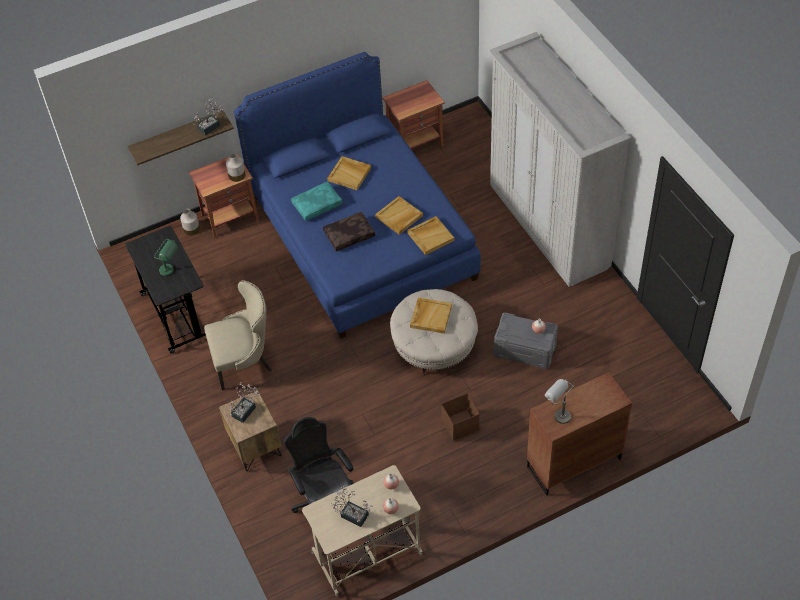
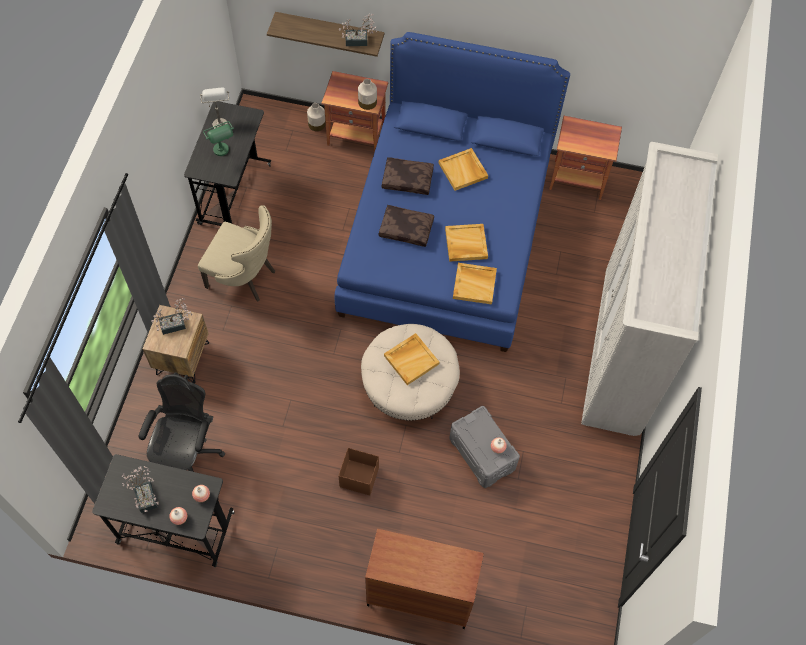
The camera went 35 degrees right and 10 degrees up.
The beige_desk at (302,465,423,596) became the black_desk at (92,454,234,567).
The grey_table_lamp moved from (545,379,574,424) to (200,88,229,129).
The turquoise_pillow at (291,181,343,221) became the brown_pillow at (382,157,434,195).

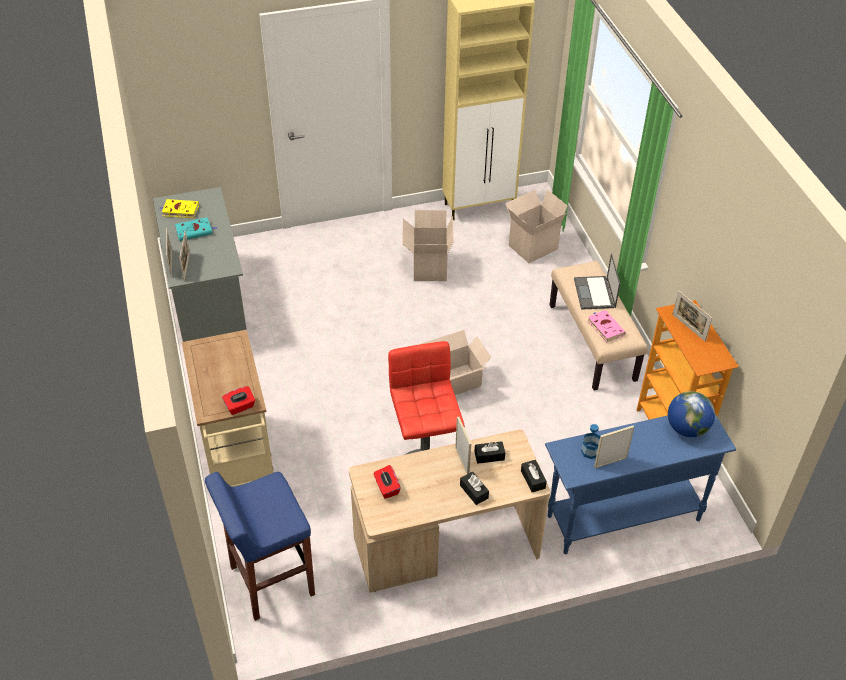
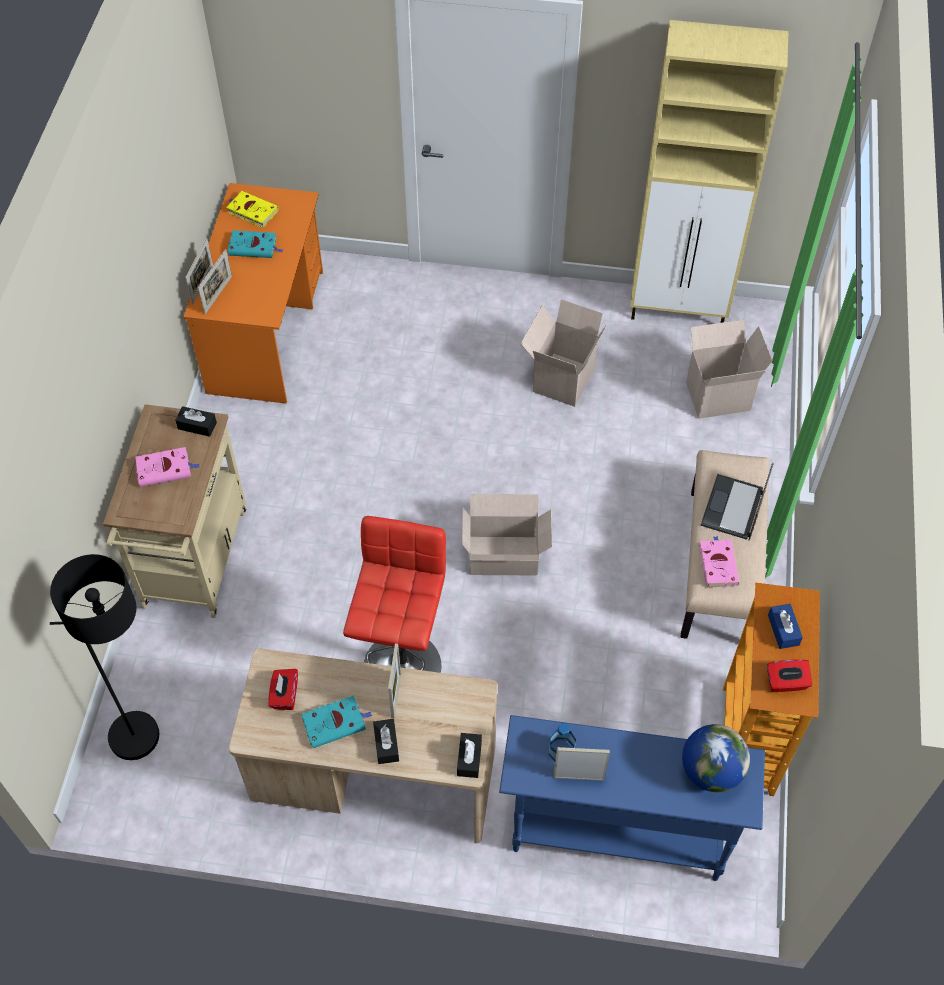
The camera went 25 degrees right and 10 degrees up.
The blue_stool at (205,472,315,621) was replaced by the black_floor_lamp at (50,554,159,760).
The pink_book at (135,447,200,487) appeared.
The black_tissue_box moved from (474,441,505,464) to (175,406,217,437).
The grey_desk at (153,187,247,342) became the orange_desk at (184,183,323,404).
The turquoise_book at (301,695,373,748) appeared.
The red_tissue_box moved from (222,386,255,415) to (767,659,812,692).
The picture_frame at (672,291,712,342) was replaced by the blue_tissue_box at (768,604,803,649).

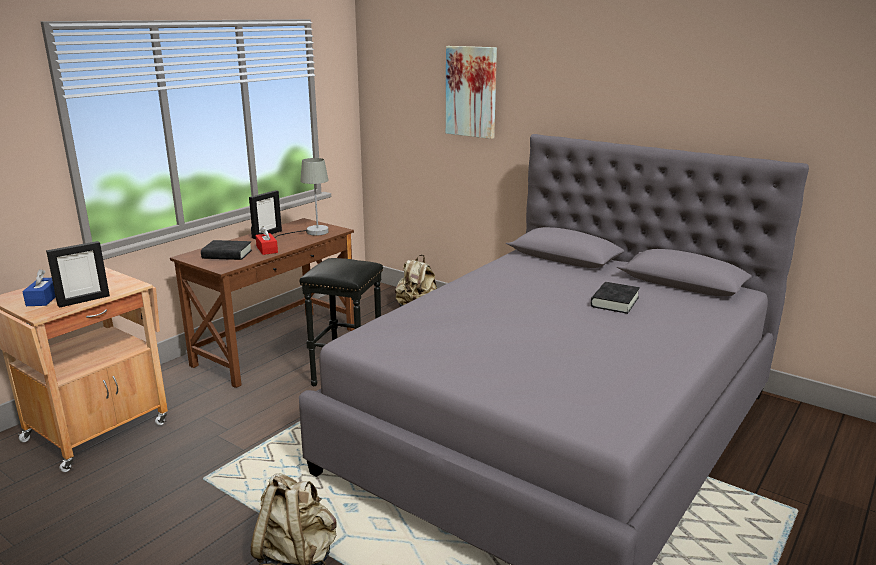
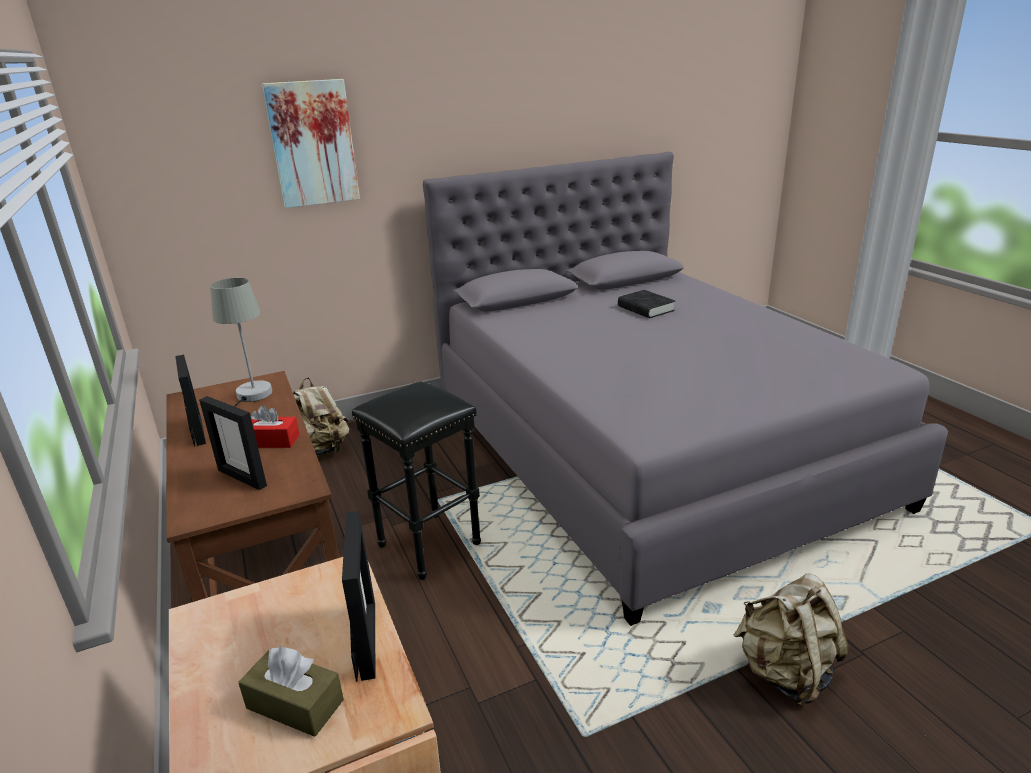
The camera went 60 degrees left and 5 degrees up.
The black_book at (201,240,252,260) was replaced by the picture_frame at (199,396,267,490).
The blue_tissue_box at (22,269,55,306) became the brown_tissue_box at (238,647,344,737).

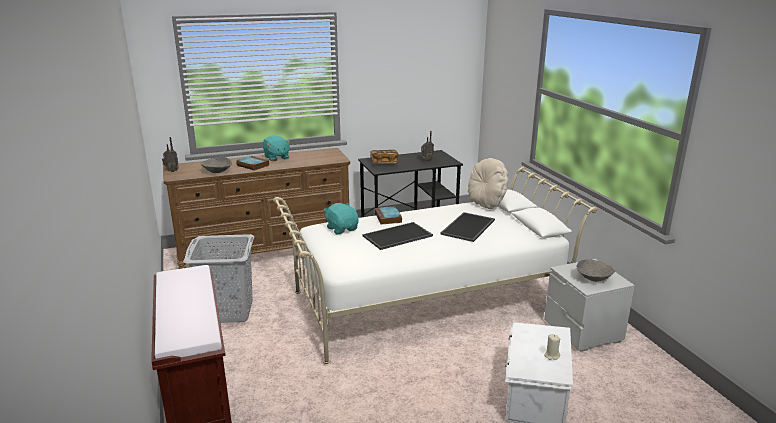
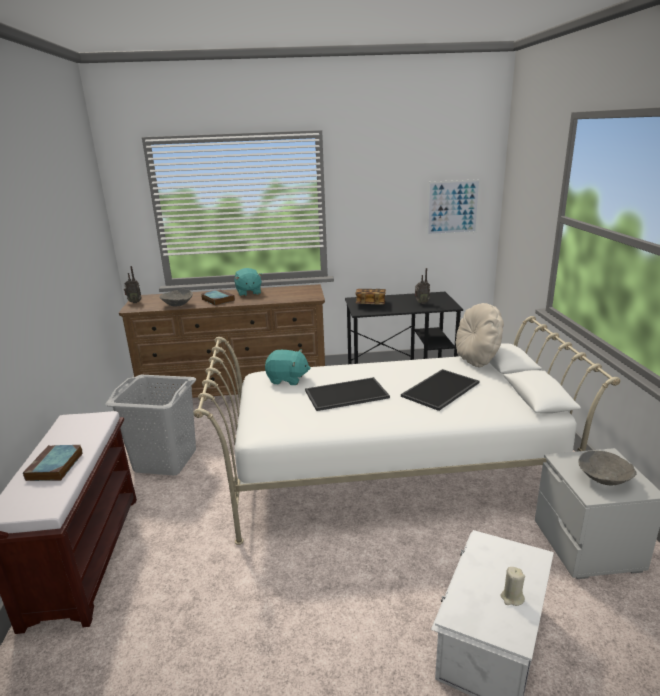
The camera went 15 degrees right and 0 degrees up.
The book moved from (375,206,402,225) to (23,445,83,481).
The turquoise_plush_toy at (324,203,359,234) turned 120 degrees clockwise.
The picture at (426,179,481,236) appeared.

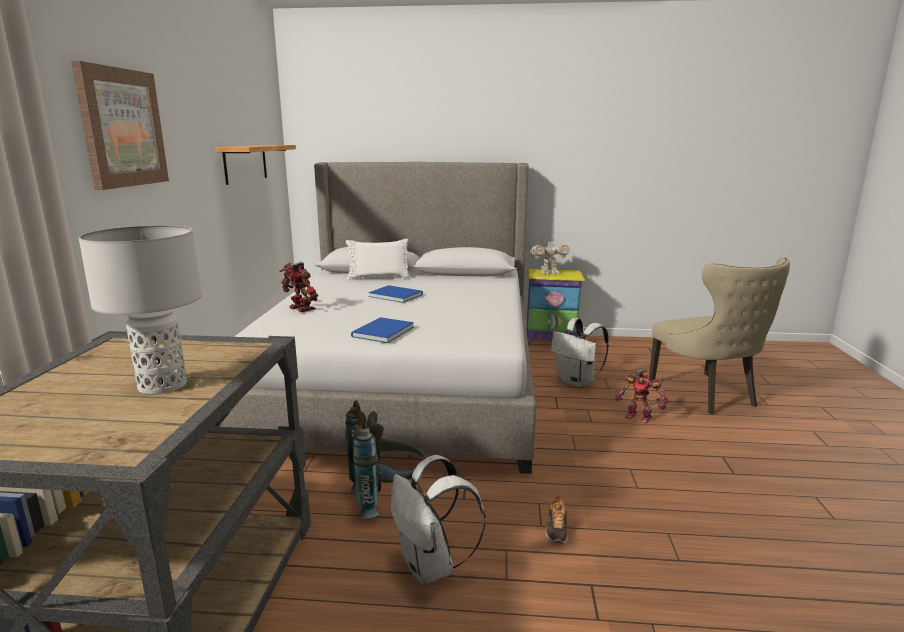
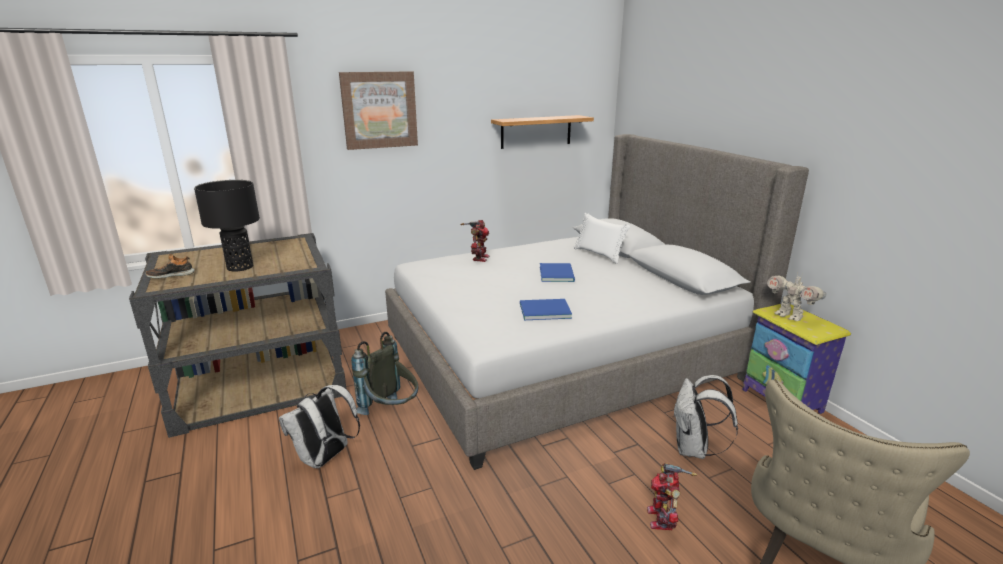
The camera went 60 degrees right and 5 degrees up.
The shoe moved from (545,496,568,544) to (145,254,195,279).
The white_table_lamp at (79,225,202,394) became the black_table_lamp at (194,180,260,271).
The blue_book moved from (351,317,414,343) to (520,299,572,320).

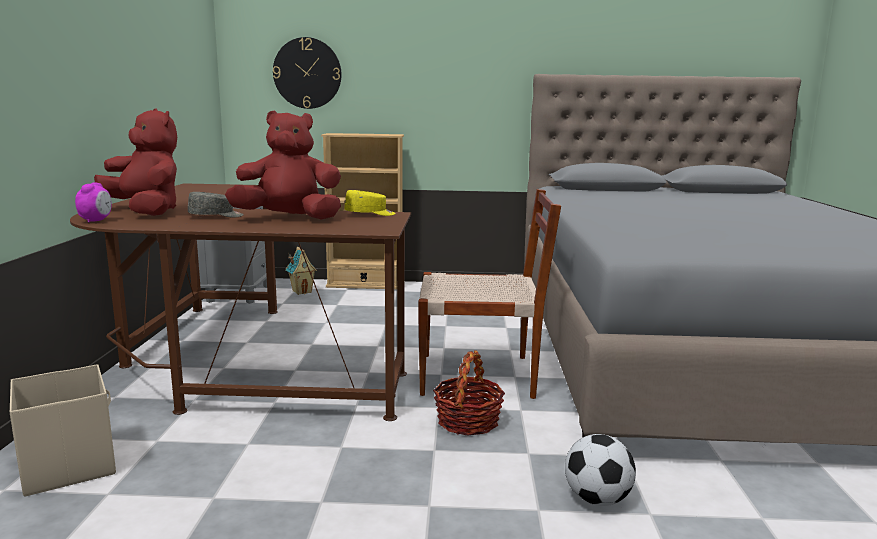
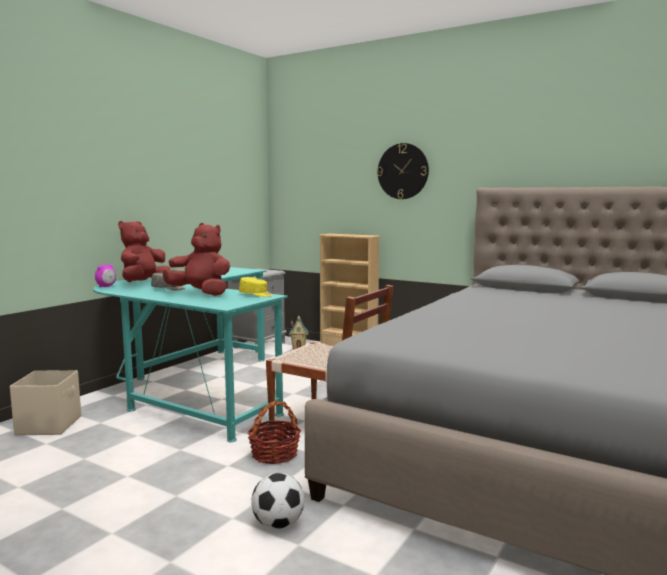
The camera went 30 degrees right and 5 degrees down.
The brown_desk at (70,183,411,421) became the turquoise_desk at (93,267,288,442).
The red_plush_toy at (94,108,177,216) turned 135 degrees counterclockwise.
The wall_clock moved from (273,37,341,109) to (377,143,429,199).

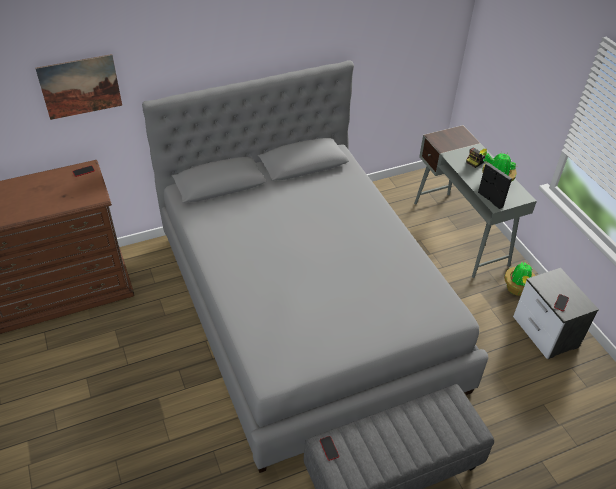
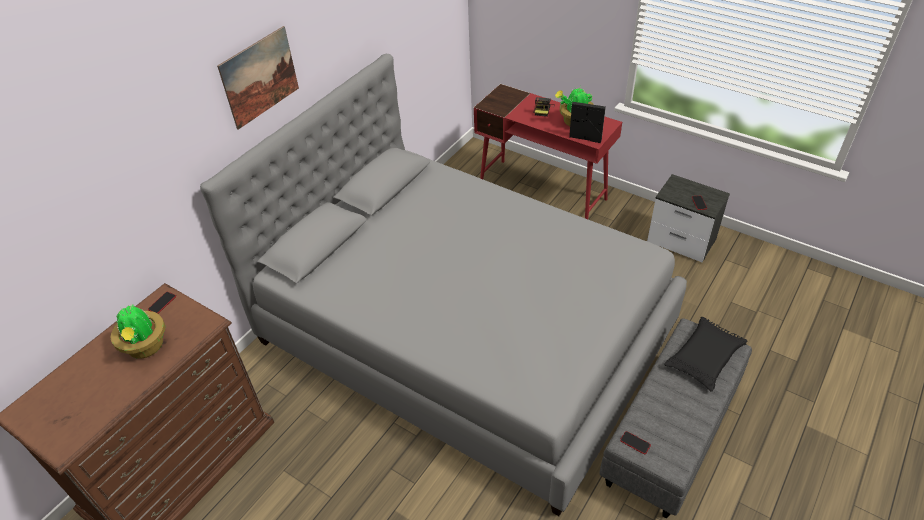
The camera went 30 degrees left and 0 degrees up.
The potted_plant moved from (504,262,535,296) to (111,305,165,359).
The picture moved from (35,54,122,120) to (217,26,299,130).
The grey_desk at (414,125,537,278) became the red_desk at (474,84,622,219).
The black_pillow at (664,317,748,392) appeared.

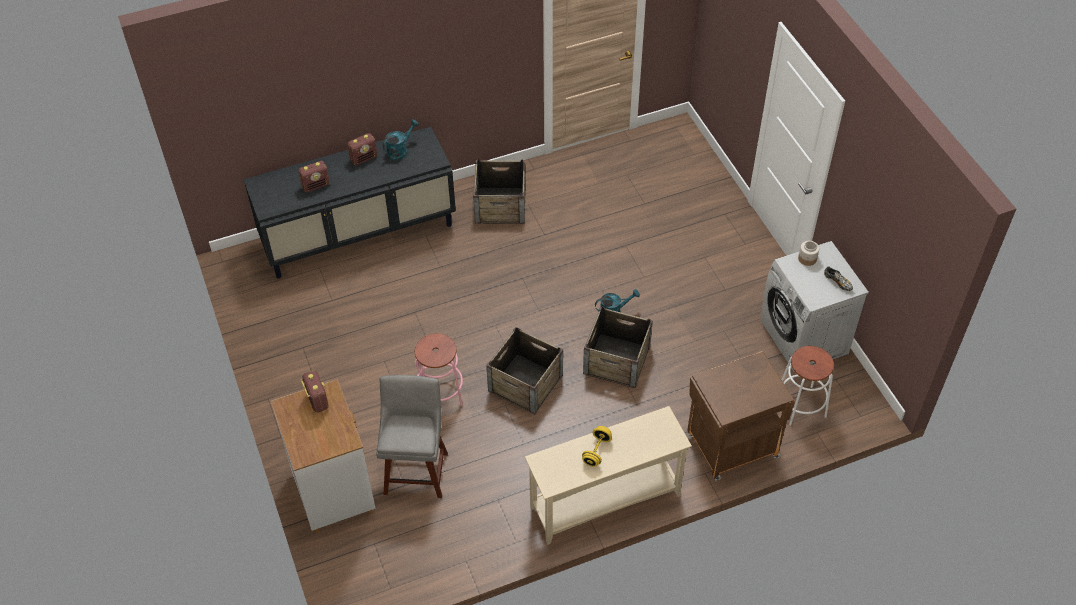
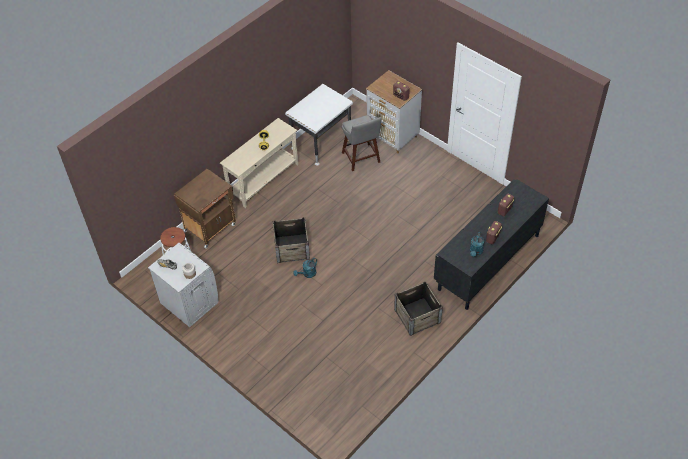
The camera went 155 degrees right and 0 degrees up.
The white_desk at (285,84,353,166) appeared.
The pink_stool at (415,334,463,406) disappeared.
The crate at (486,327,563,414) disappeared.

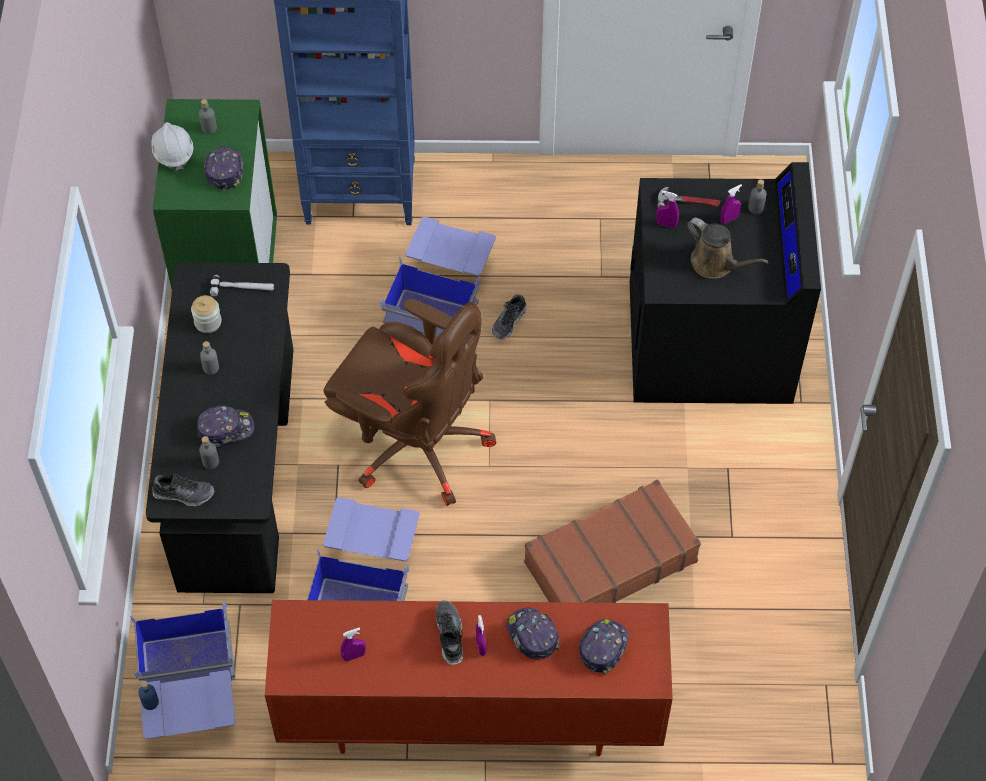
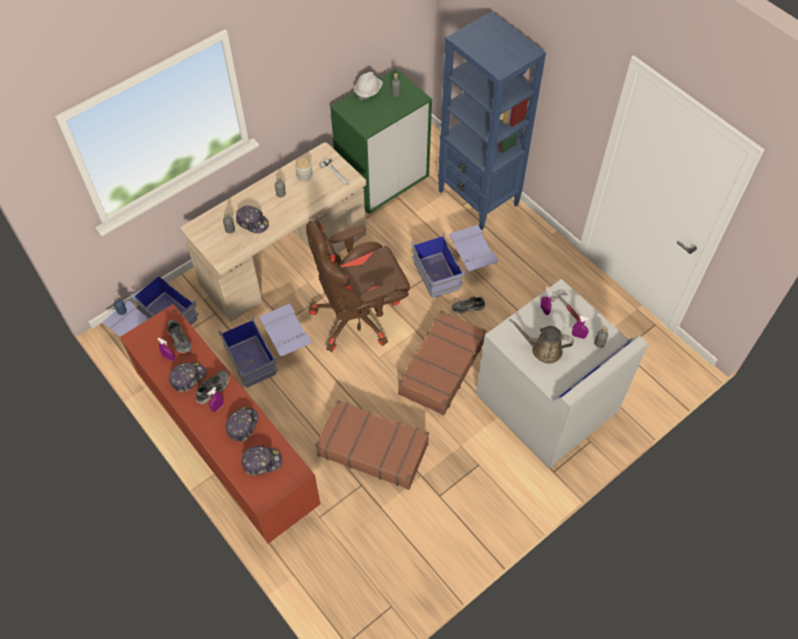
The camera went 50 degrees right and 0 degrees up.
The shoe moved from (152,473,214,506) to (167,320,192,353).
The cap moved from (204,146,244,190) to (169,362,207,393).
The black_desk at (146,262,293,593) became the beige_desk at (181,142,366,321).
The brown_office_chair at (323,299,496,506) turned 75 degrees clockwise.
The brown_suitcase at (398,311,486,415) appeared.
The black_washing_machine at (630,162,821,404) became the white_washing_machine at (476,279,649,468).
The brown_watering_can at (687,218,769,279) turned 105 degrees clockwise.

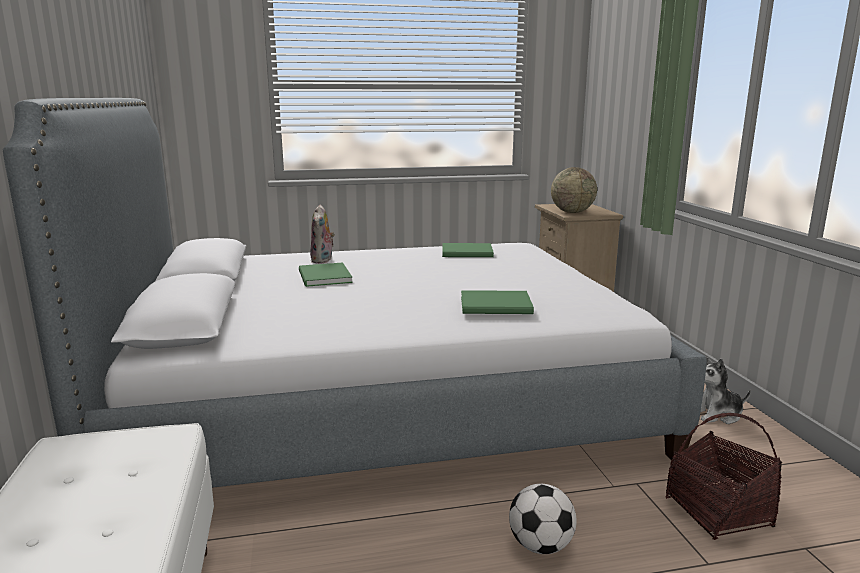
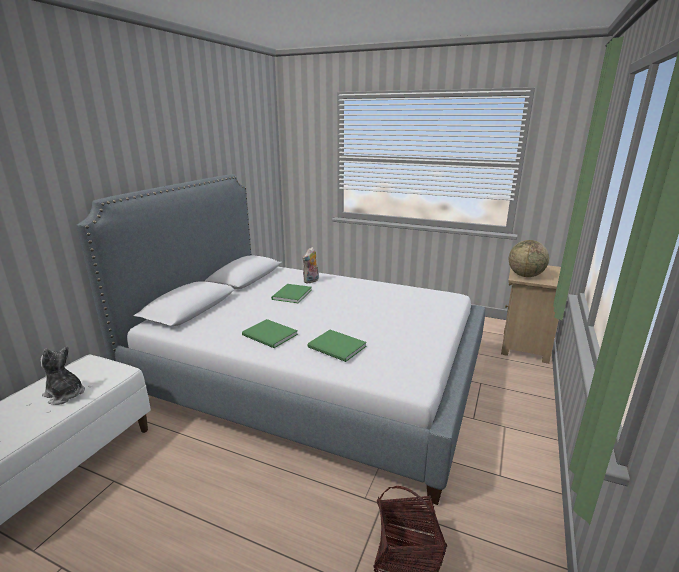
The camera went 35 degrees right and 5 degrees up.
The plush_toy moved from (701,357,751,424) to (41,346,85,405).
The green_book moved from (442,243,494,257) to (242,319,298,348).
The football at (509,484,577,554) disappeared.

